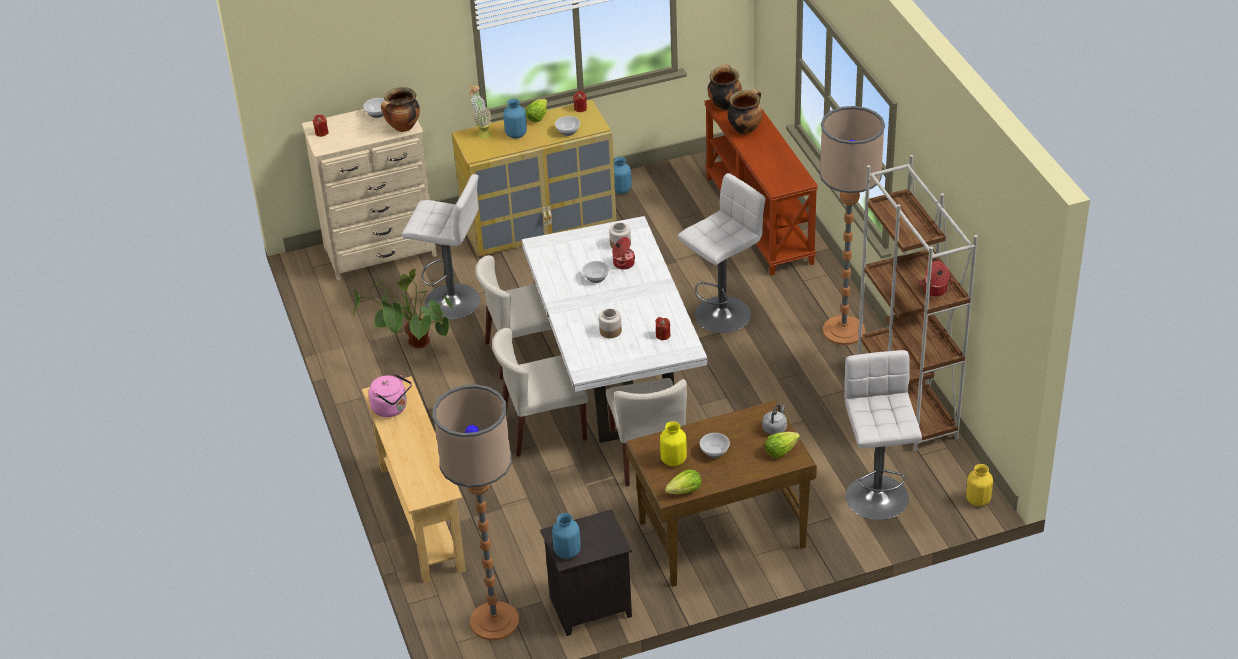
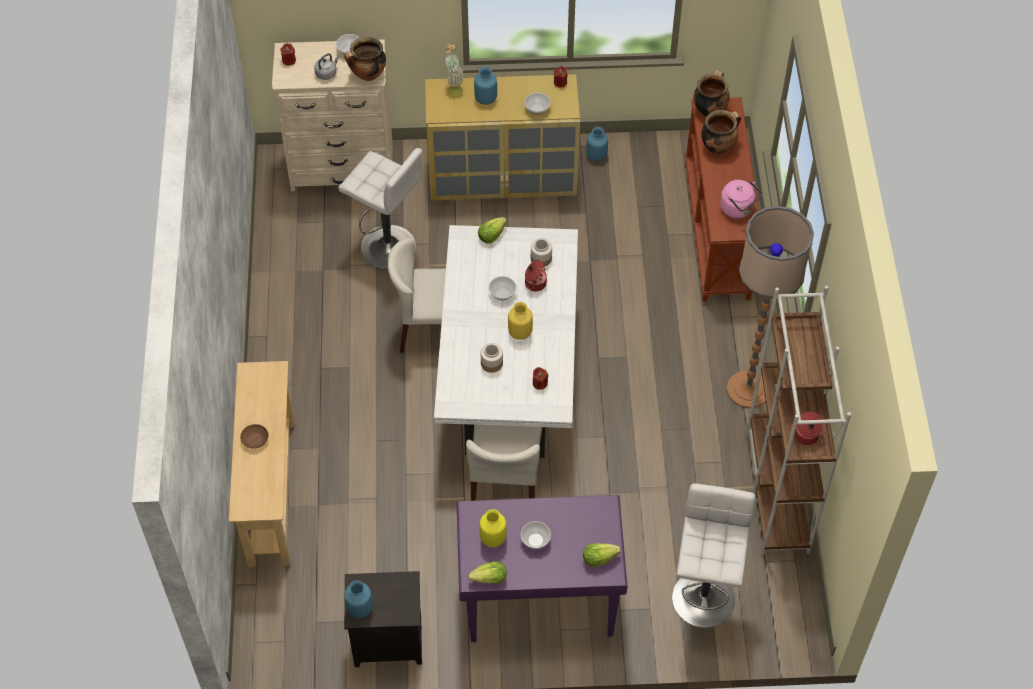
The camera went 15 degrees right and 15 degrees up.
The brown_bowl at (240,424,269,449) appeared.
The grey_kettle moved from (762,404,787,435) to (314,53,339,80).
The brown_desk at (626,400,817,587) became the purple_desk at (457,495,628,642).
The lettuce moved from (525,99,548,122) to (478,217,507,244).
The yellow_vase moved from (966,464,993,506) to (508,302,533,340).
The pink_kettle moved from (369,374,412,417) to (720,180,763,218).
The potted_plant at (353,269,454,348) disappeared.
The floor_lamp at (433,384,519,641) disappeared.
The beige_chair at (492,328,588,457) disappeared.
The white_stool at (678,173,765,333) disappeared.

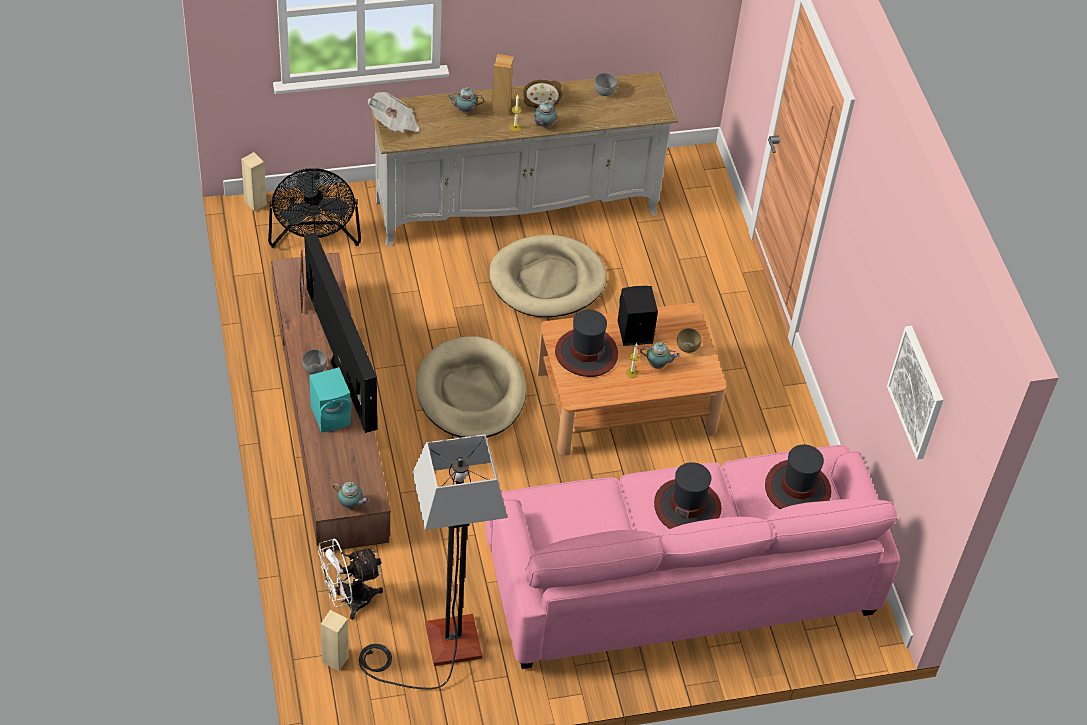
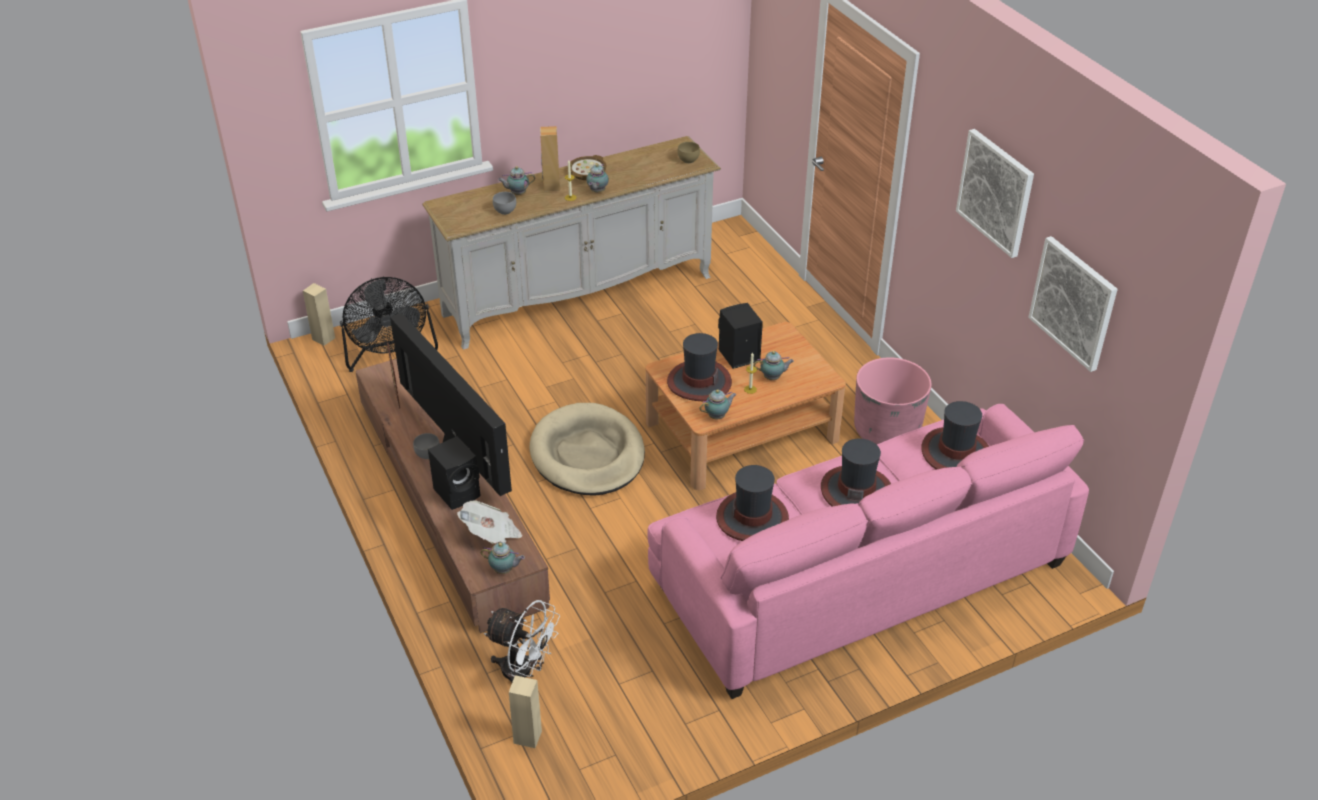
The camera went 10 degrees left and 10 degrees down.
The turquoise_speaker at (309,367,351,432) became the black_speaker at (428,436,481,510).
The newspaper moved from (368,92,419,133) to (457,500,522,544).
The white_fan at (318,538,383,620) turned 120 degrees counterclockwise.
The grey_bowl moved from (594,73,617,96) to (493,192,516,215).
The brown_bowl moved from (677,328,701,353) to (677,142,700,163).
The teapot at (699,389,736,419) appeared.
The hat at (716,465,789,541) appeared.
The pink_planter at (854,357,931,445) appeared.
The picture at (956,129,1034,258) appeared.
The floor_lamp at (359,434,508,689) disappeared.
The beige_dog_bed at (490,235,607,317) disappeared.

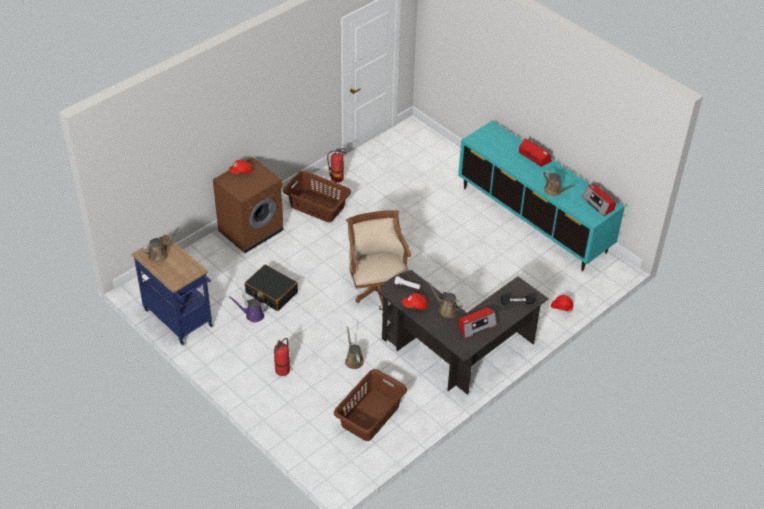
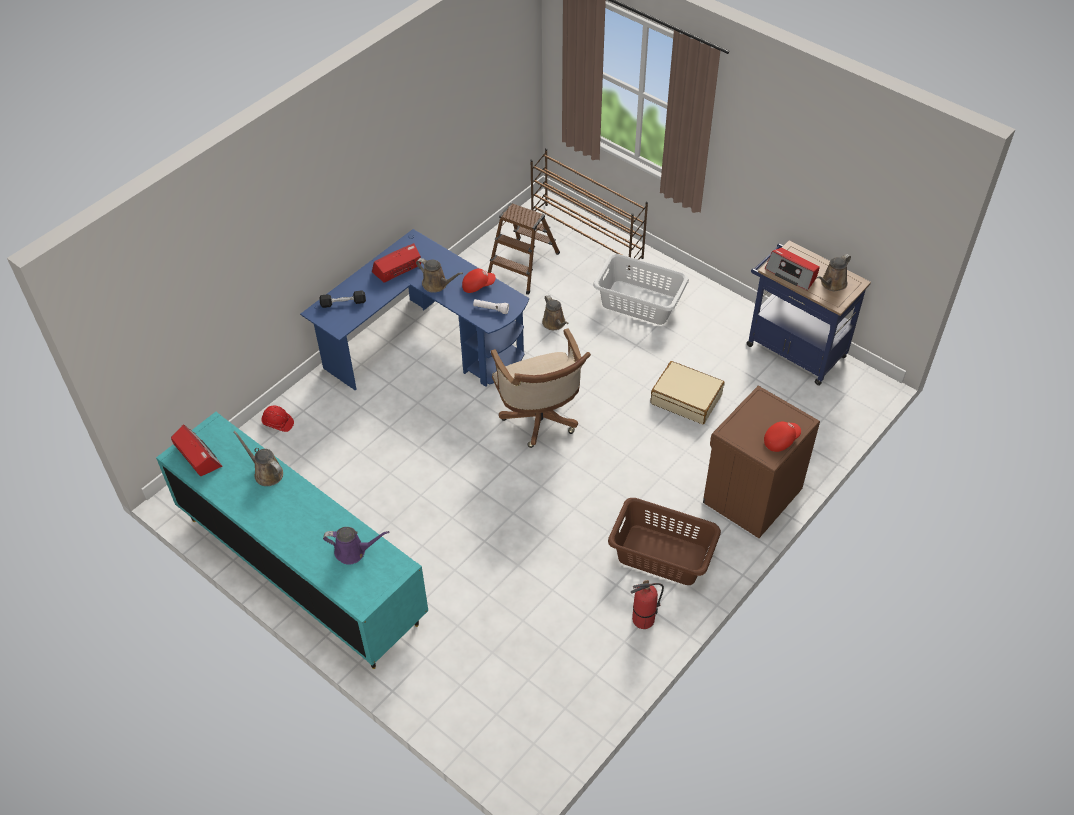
The camera went 175 degrees right and 5 degrees up.
The black_desk at (378,270,549,395) became the blue_desk at (300,229,529,390).
The purple_watering_can moved from (229,296,268,322) to (323,527,389,565).
The brown_laundry_basket at (334,369,407,441) was replaced by the brown_step_ladder at (488,202,560,295).
The brown_shoe_rack at (531,148,648,270) appeared.
The fire_extinguisher at (274,338,290,376) was replaced by the white_laundry_basket at (593,254,689,325).
The black_suitcase at (244,264,298,311) became the beige_suitcase at (650,361,725,424).
The radio moved from (519,138,552,167) to (765,248,820,291).

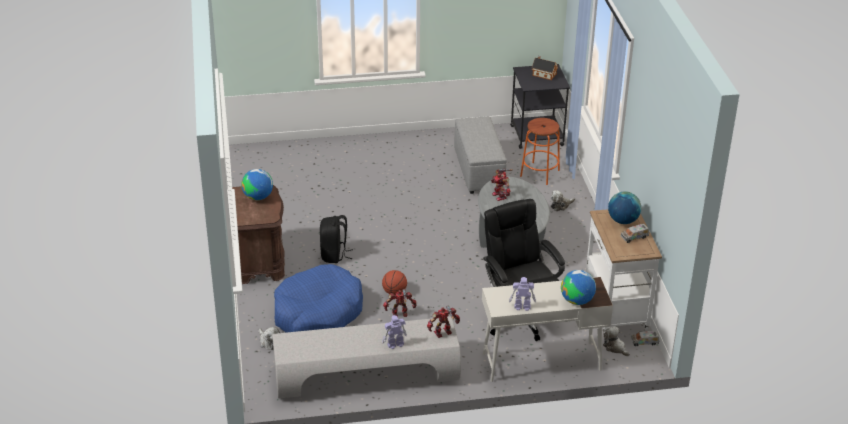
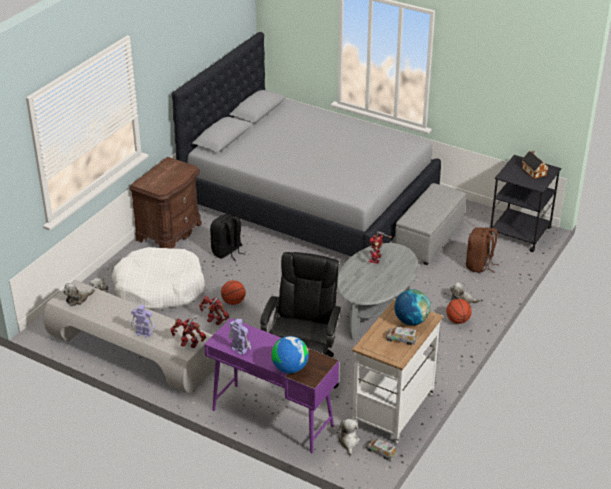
The camera went 40 degrees right and 0 degrees up.
The plush_toy at (63,283,95,306) appeared.
The blue_dog_bed at (274,264,363,333) became the white_dog_bed at (112,247,205,309).
The grey_bed at (172,32,441,257) appeared.
The white_desk at (482,277,613,382) became the purple_desk at (204,318,339,453).
The basketball at (446,299,472,324) appeared.
The orange_stool at (520,118,560,185) was replaced by the brown_backpack at (466,227,499,273).
The globe at (241,169,273,200) disappeared.

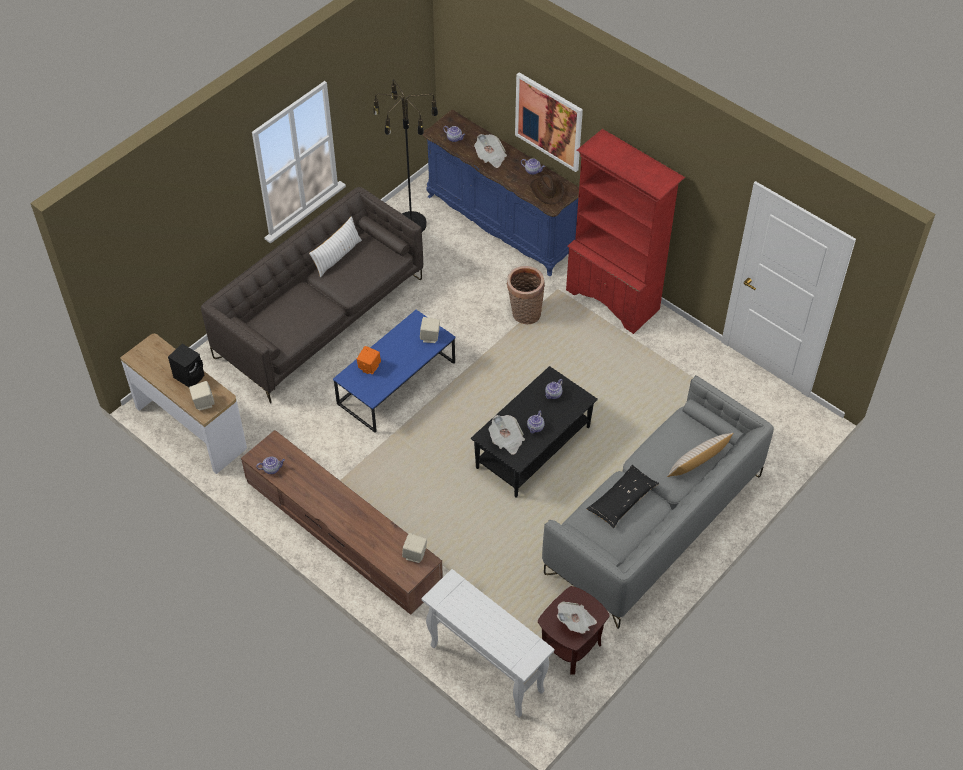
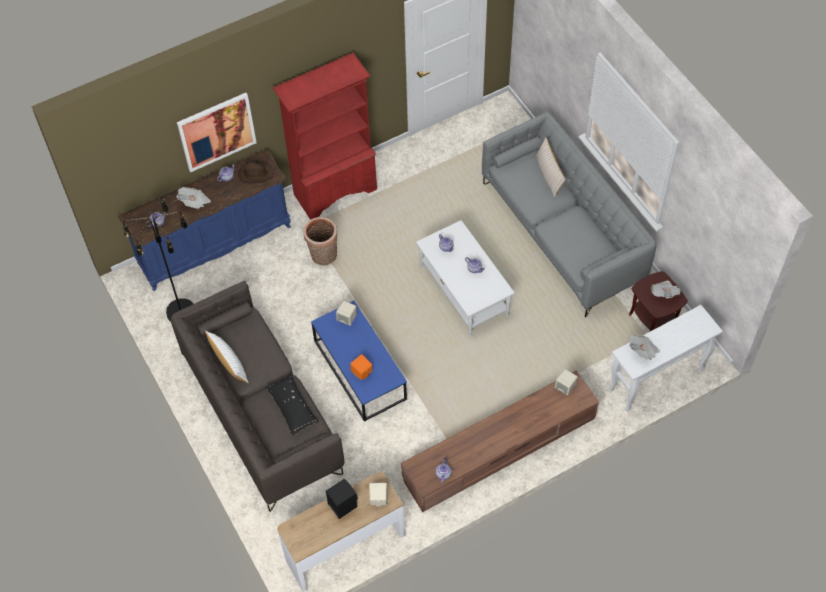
The camera went 70 degrees left and 5 degrees up.
The black_pillow moved from (587,465,659,529) to (265,374,319,436).
The black_coffee_table at (471,366,598,498) became the white_coffee_table at (416,220,515,336).
The newspaper moved from (489,415,525,455) to (629,334,660,360).

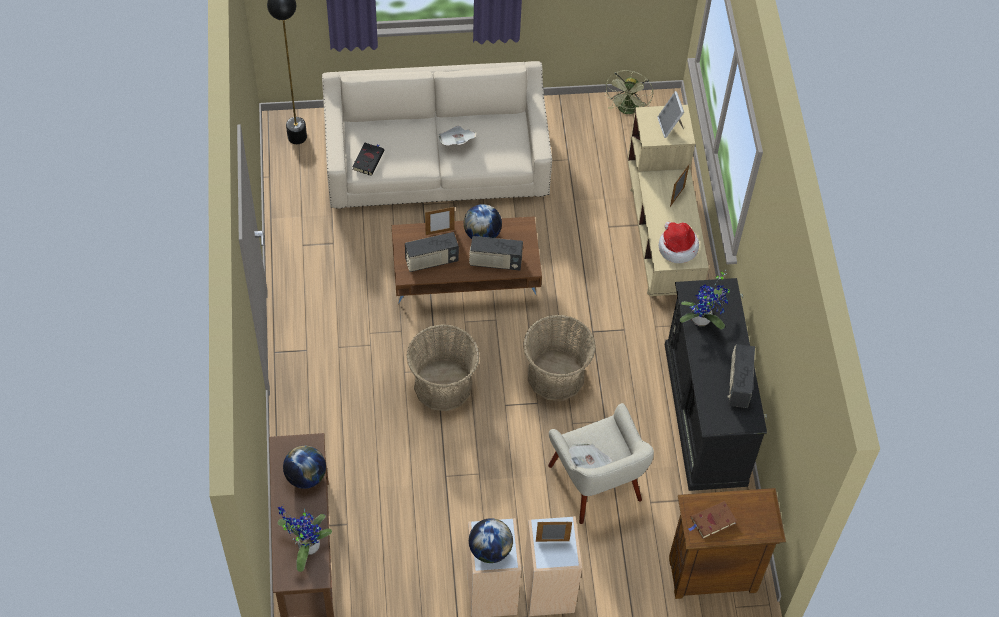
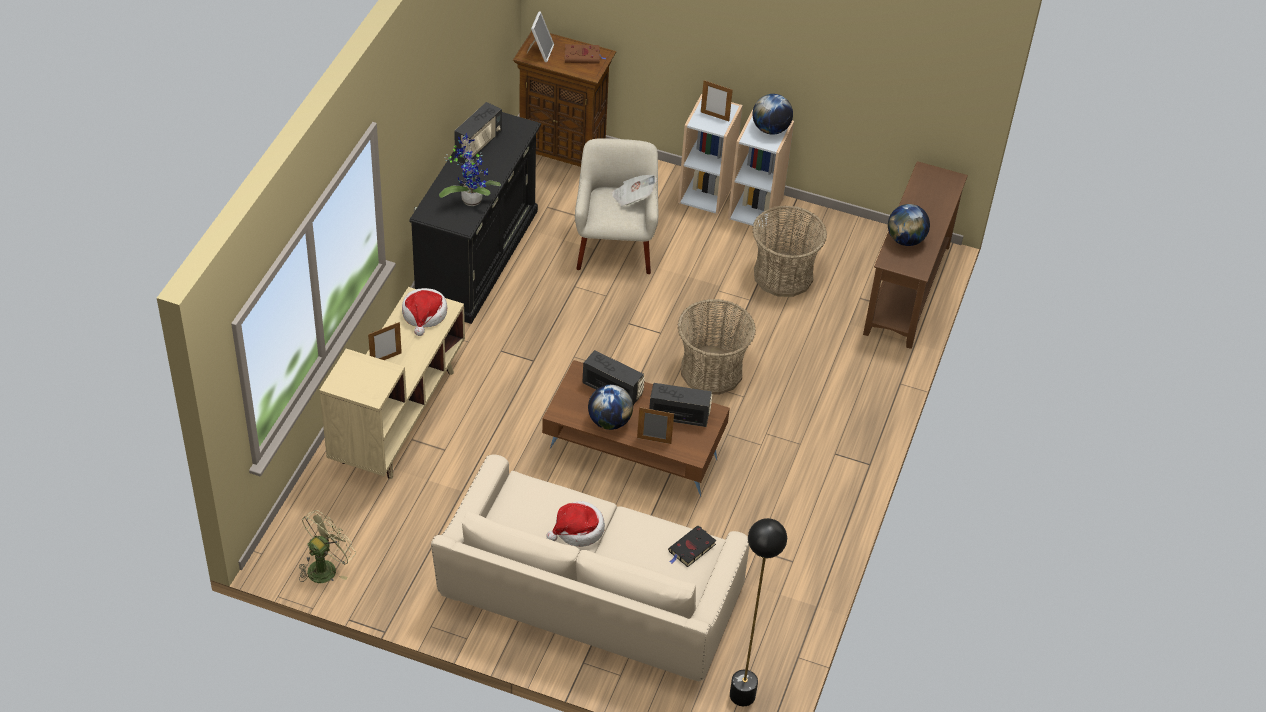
The camera went 155 degrees left and 10 degrees down.
The picture_frame moved from (657,91,684,138) to (527,11,554,62).
The newspaper at (439,126,475,146) was replaced by the hat at (546,501,605,547).
The basket moved from (523,315,596,401) to (752,205,827,297).
The potted_plant at (277,505,332,572) disappeared.

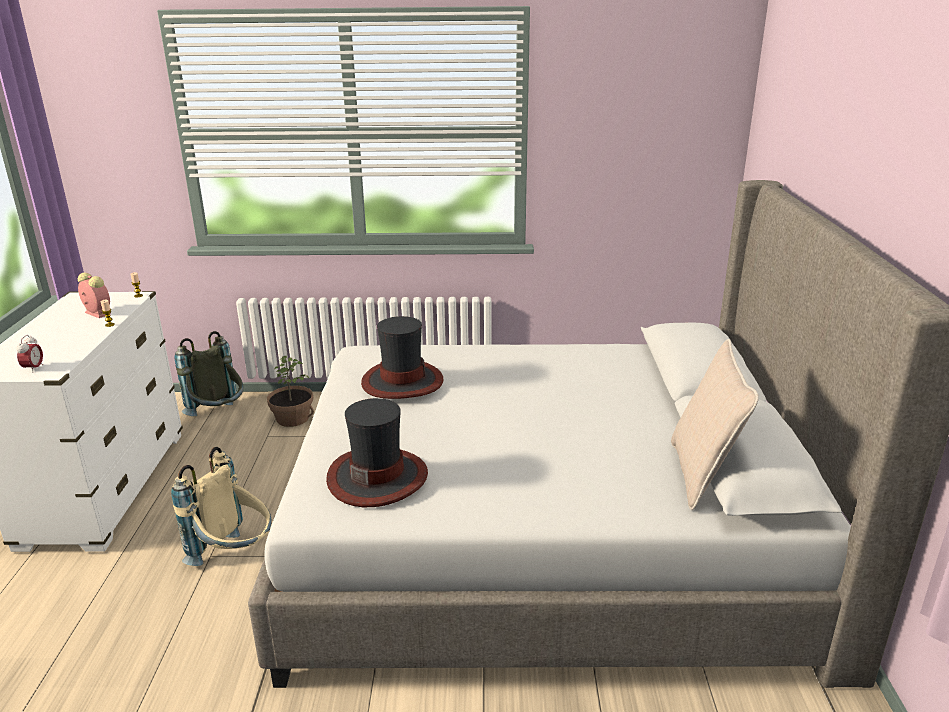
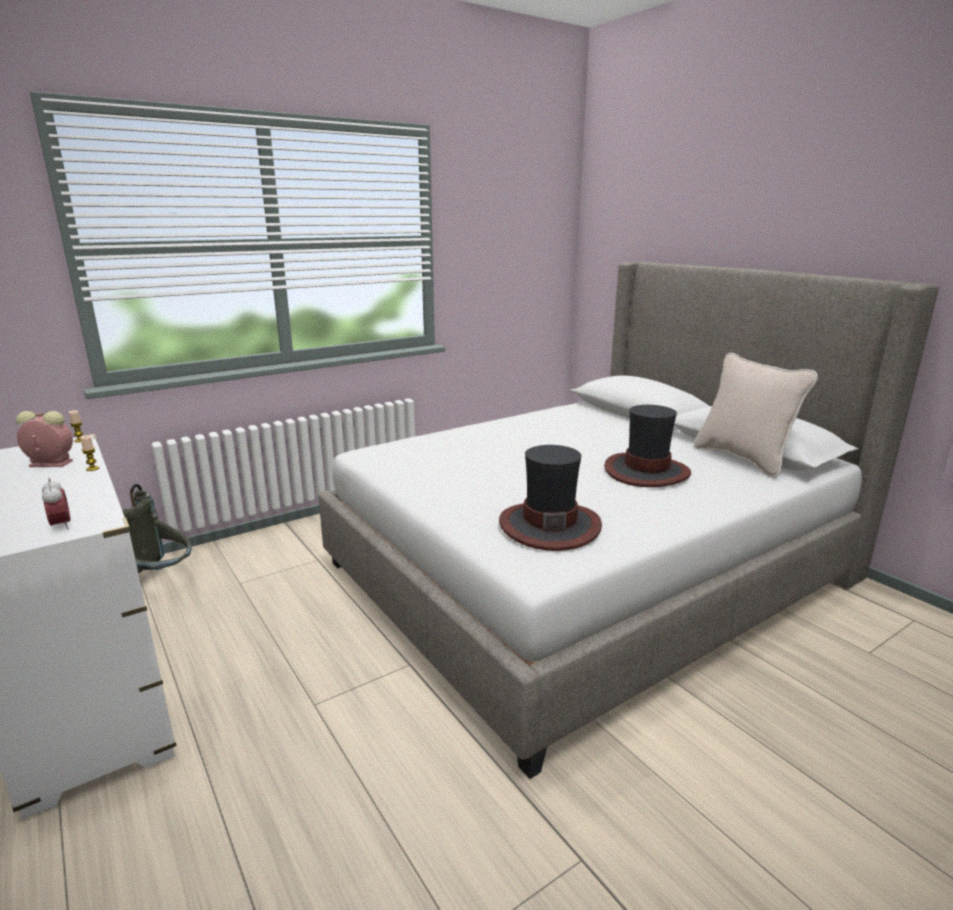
The camera went 35 degrees left and 5 degrees down.
The hat moved from (361,316,444,399) to (604,405,691,487).
The beige_backpack at (171,447,272,566) disappeared.
The potted_plant at (267,356,314,427) disappeared.

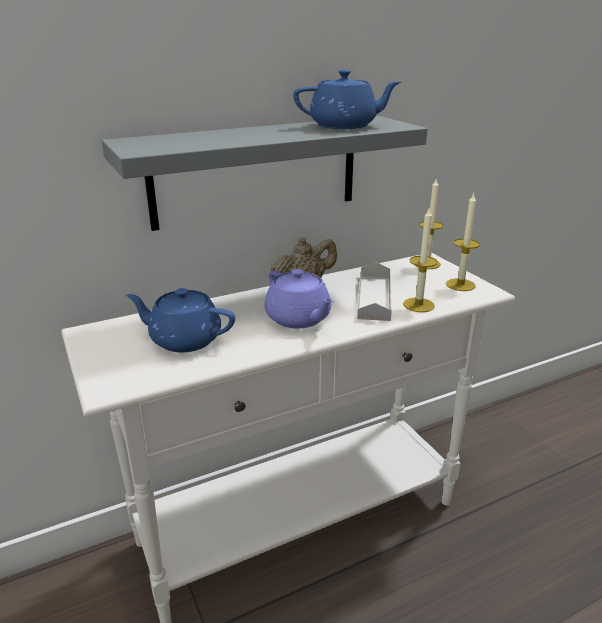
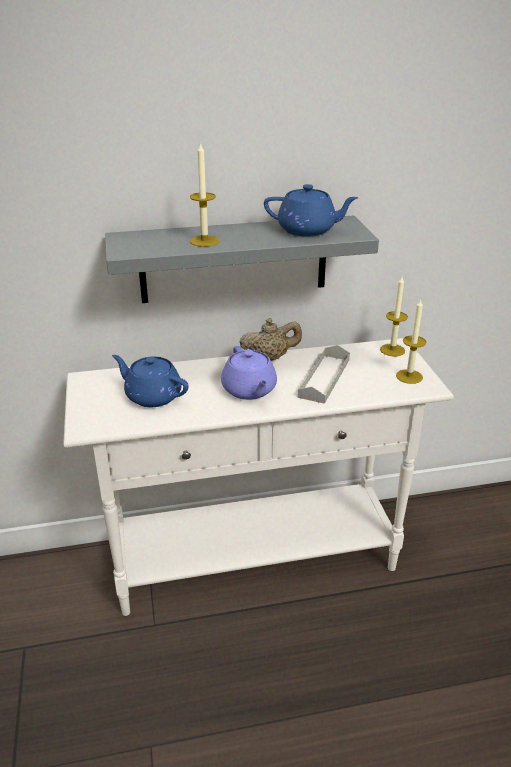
The camera went 15 degrees right and 5 degrees up.
The candle moved from (403,209,438,312) to (190,142,219,247).

